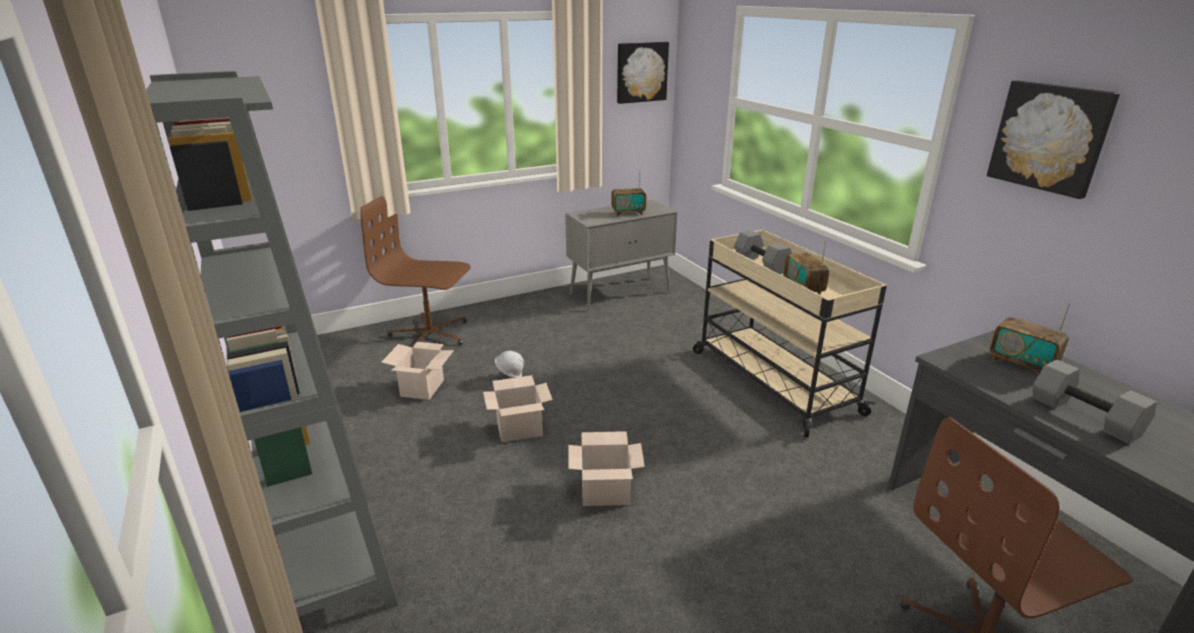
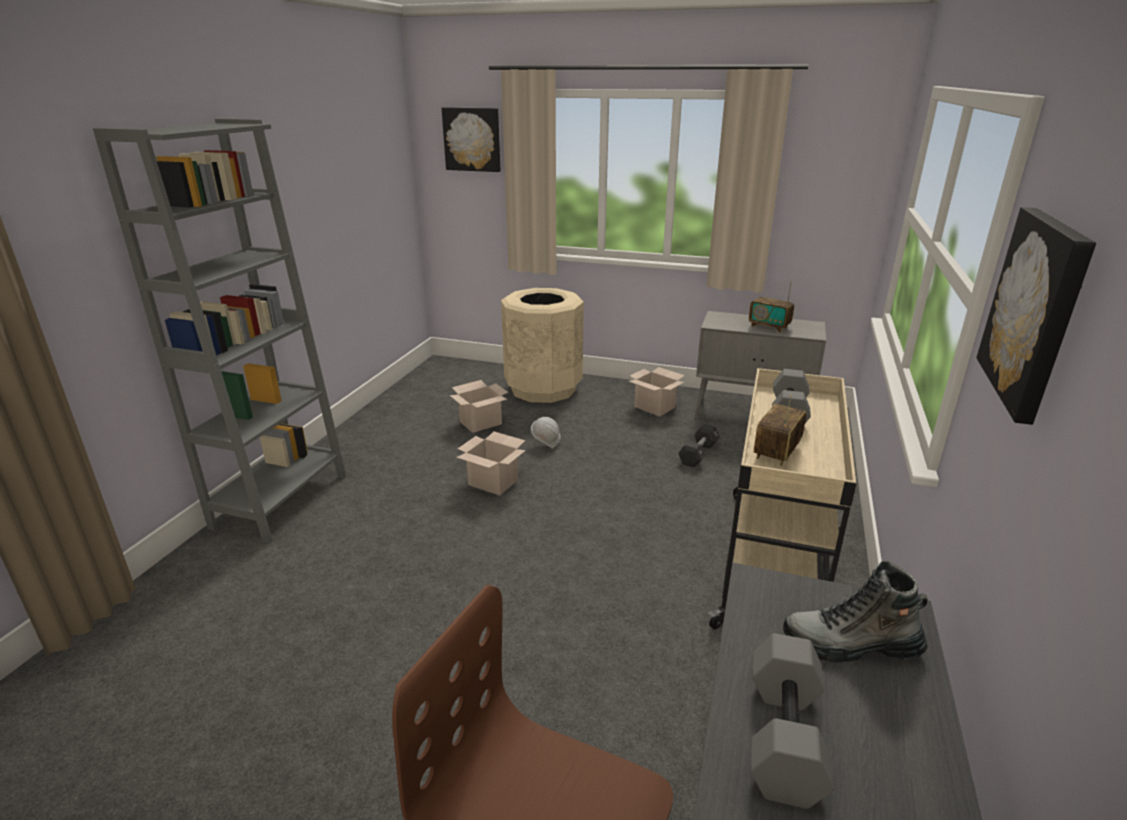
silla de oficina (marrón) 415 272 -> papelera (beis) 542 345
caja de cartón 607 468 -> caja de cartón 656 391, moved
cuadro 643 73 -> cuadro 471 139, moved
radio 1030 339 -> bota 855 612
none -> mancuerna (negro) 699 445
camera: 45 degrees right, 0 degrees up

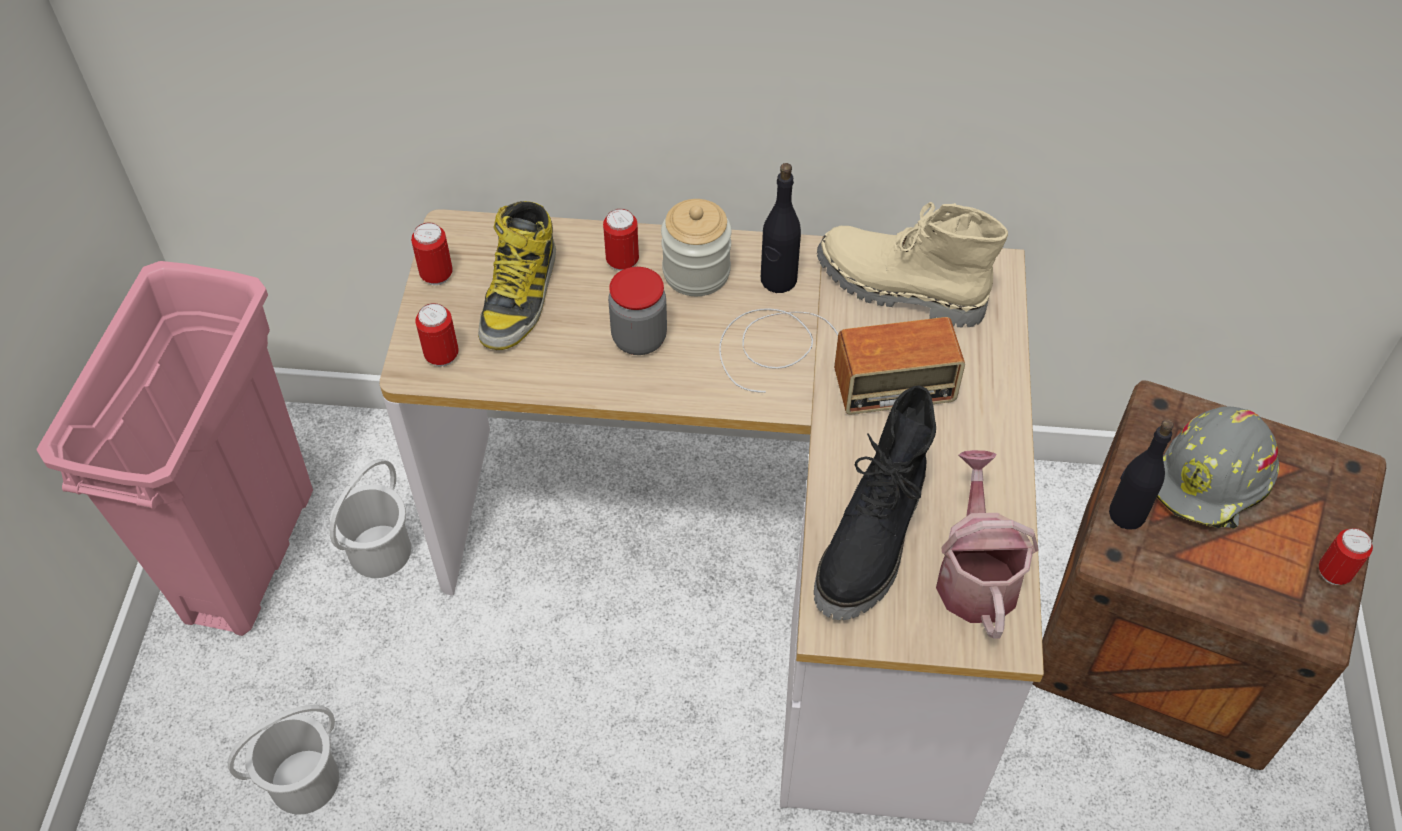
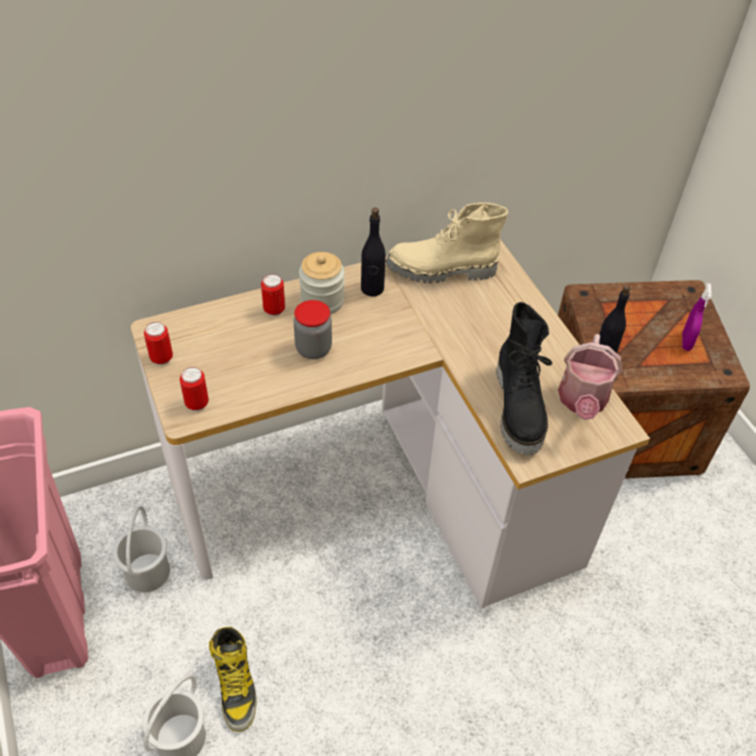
bota 517 275 -> bota 233 679, moved
radio 842 361 -> none
regadera 987 544 -> regadera 590 377, 135 degrees counterclockwise
casco (gris) 1218 467 -> none
lata 1346 556 -> none
none -> pulverizador (morado) 697 317
camera: 30 degrees left, 5 degrees down

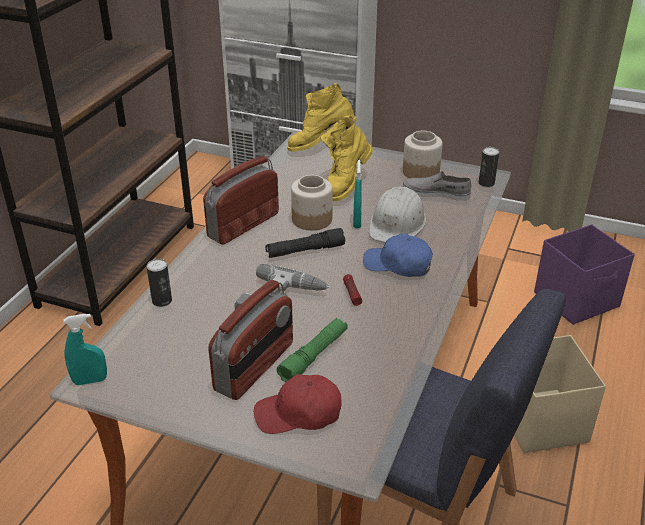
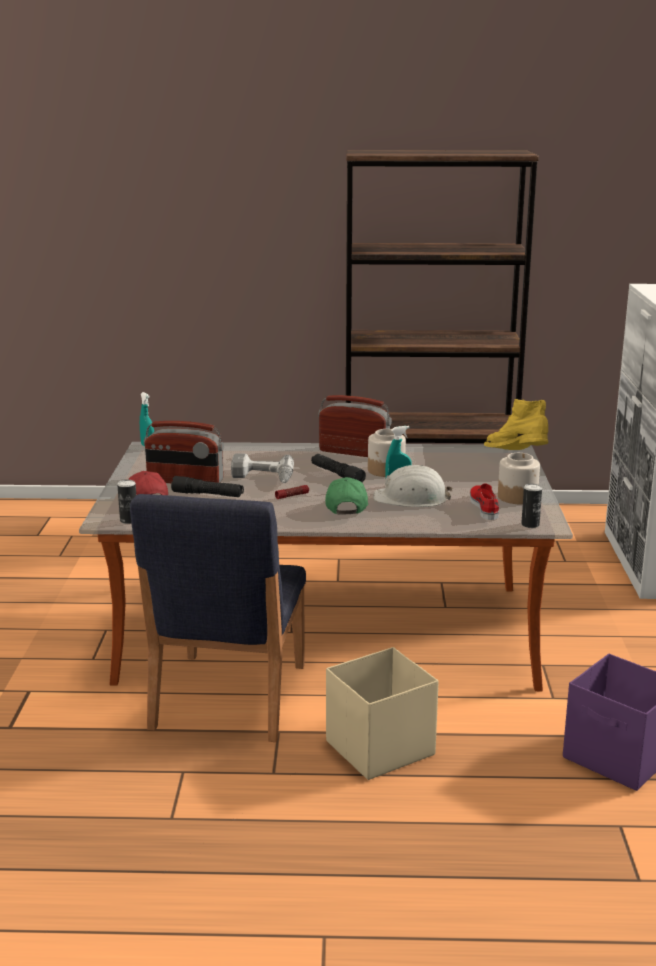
lata 159 283 -> lata 126 502, moved
linterna (verde) 312 350 -> linterna (negro) 207 486
bota (amarillo) 347 158 -> none
gorra (azul) 398 255 -> gorra (verde) 346 496
zapato (gris) 437 185 -> zapato (rojo) 484 501
camera: 70 degrees right, 15 degrees down

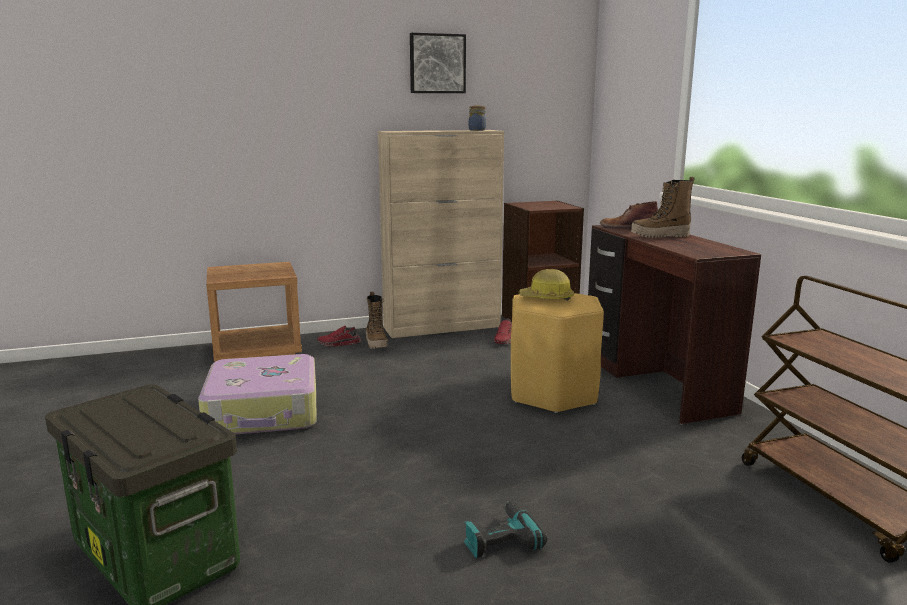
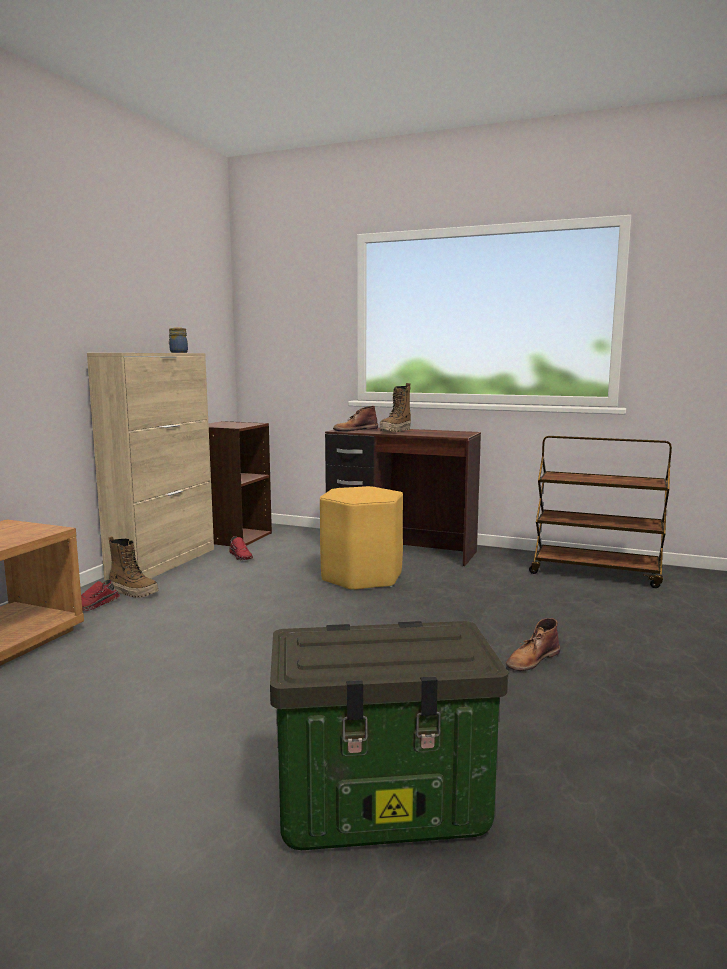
maleta 257 394 -> none
cuadro 438 63 -> none
taladro 505 529 -> bota (marrón) 533 644
casco 546 285 -> none
camera: 50 degrees left, 5 degrees down

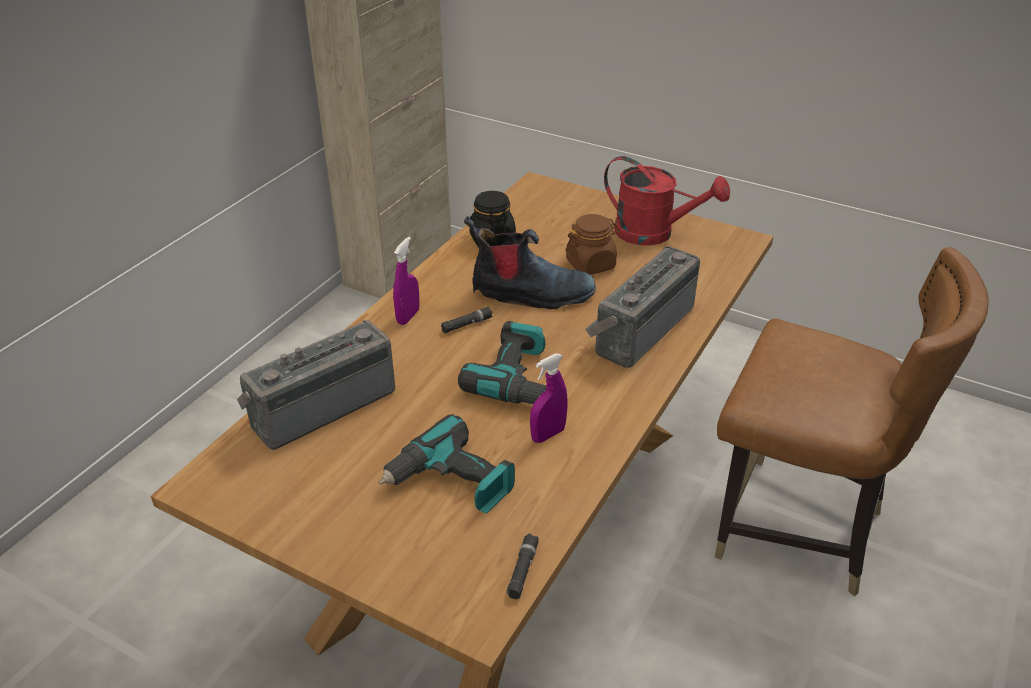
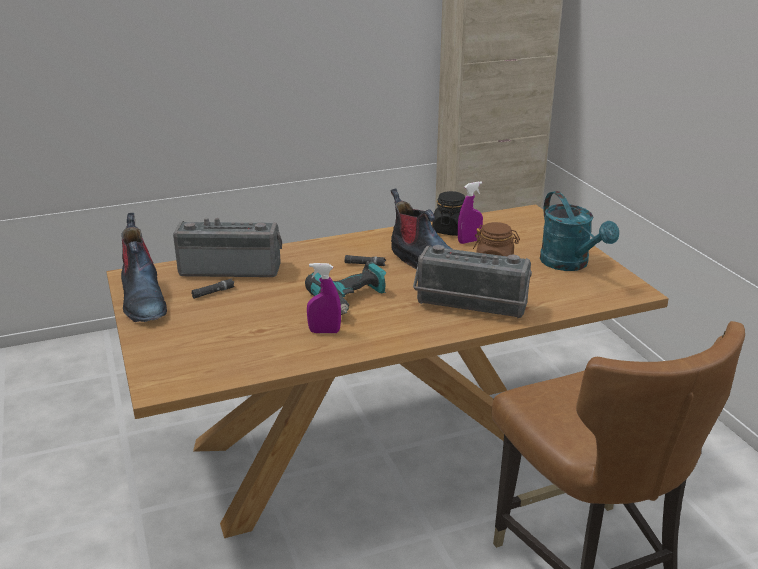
taladro 447 464 -> none
pulverizador (morado) 406 281 -> pulverizador (morado) 470 212, moved
linterna (negro) 522 566 -> linterna (negro) 213 288, moved
radio 642 307 -> radio 472 281, 150 degrees counterclockwise
regadera (rojo) 667 201 -> regadera (turquesa) 579 231
none -> bota 144 267
camera: 40 degrees right, 10 degrees down

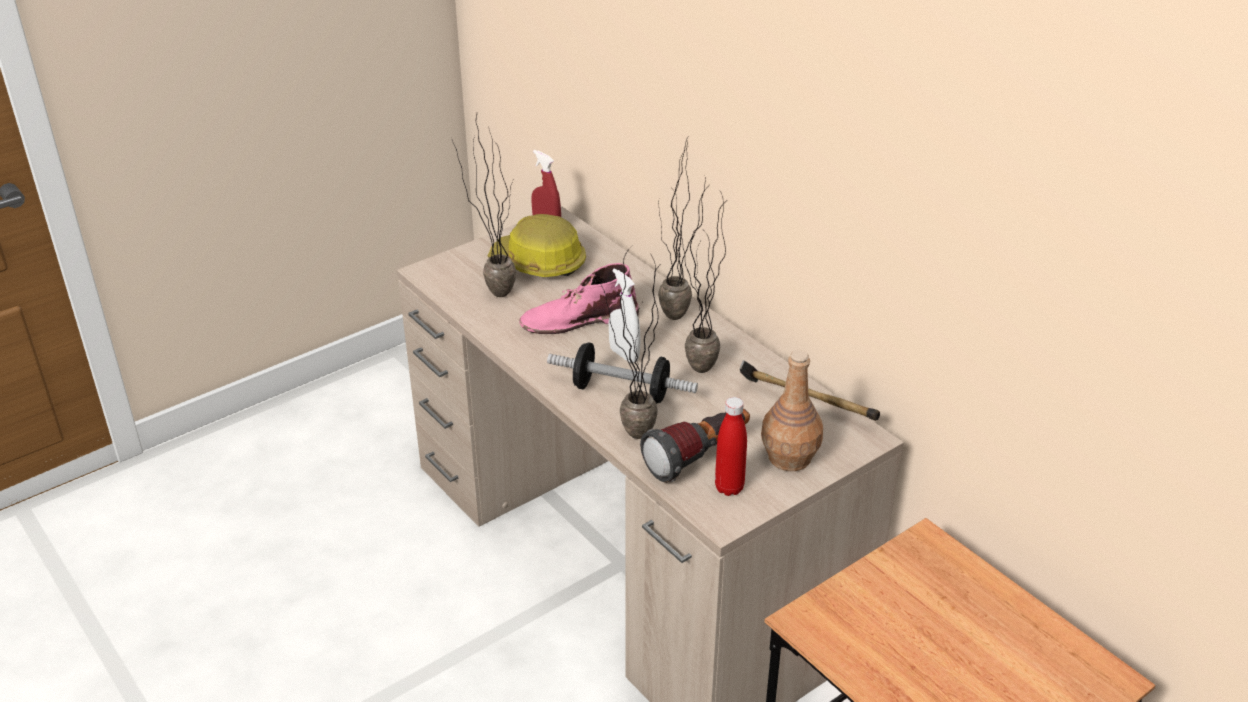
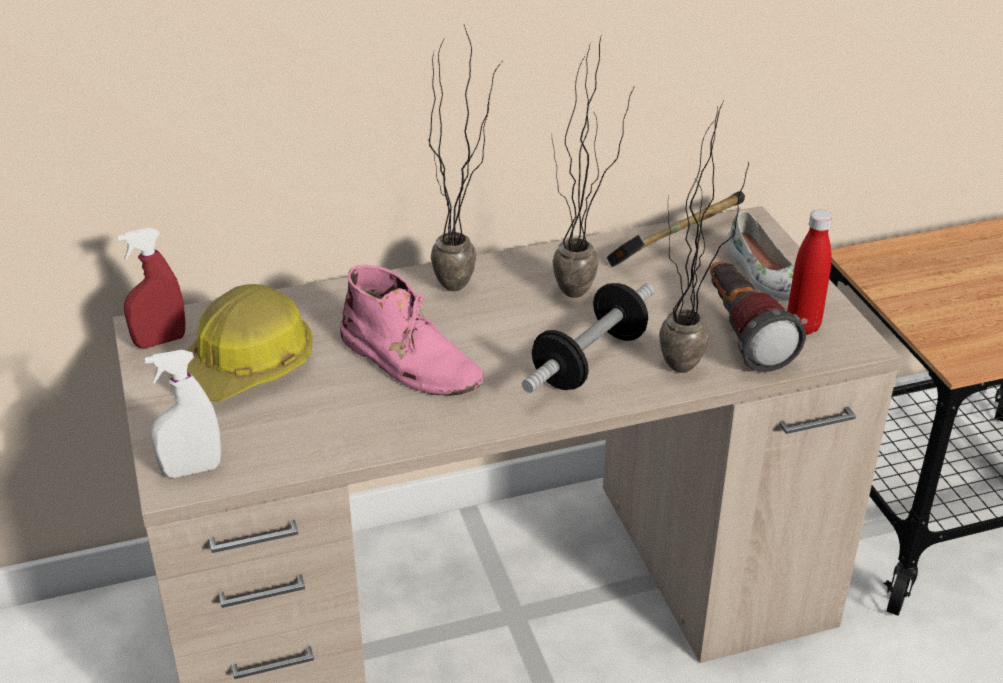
planta en maceta 484 206 -> none
bota (rosa) 579 298 -> bota (rosa) 412 330, 60 degrees counterclockwise
pulverizador (blanco) 625 315 -> pulverizador (blanco) 183 414, moved
botella (marrón) 792 410 -> zapato (blanco) 760 255
camera: 70 degrees left, 0 degrees up

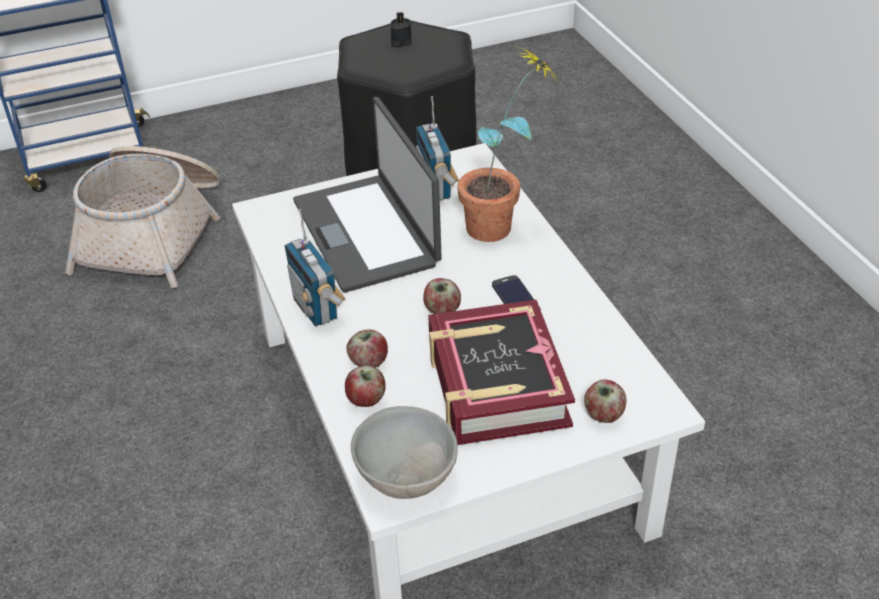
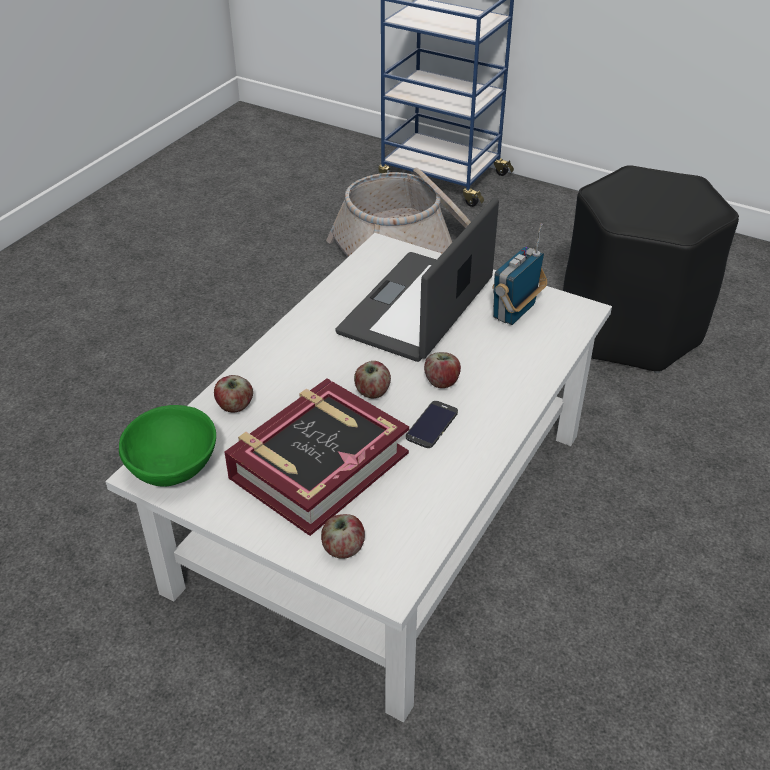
radio 315 267 -> none
manzana 367 349 -> manzana 442 370, moved
cuenco (gris) 404 452 -> cuenco (verde) 167 445
vela (negro) 401 30 -> none
planta en maceta 509 144 -> none
camera: 50 degrees right, 0 degrees up

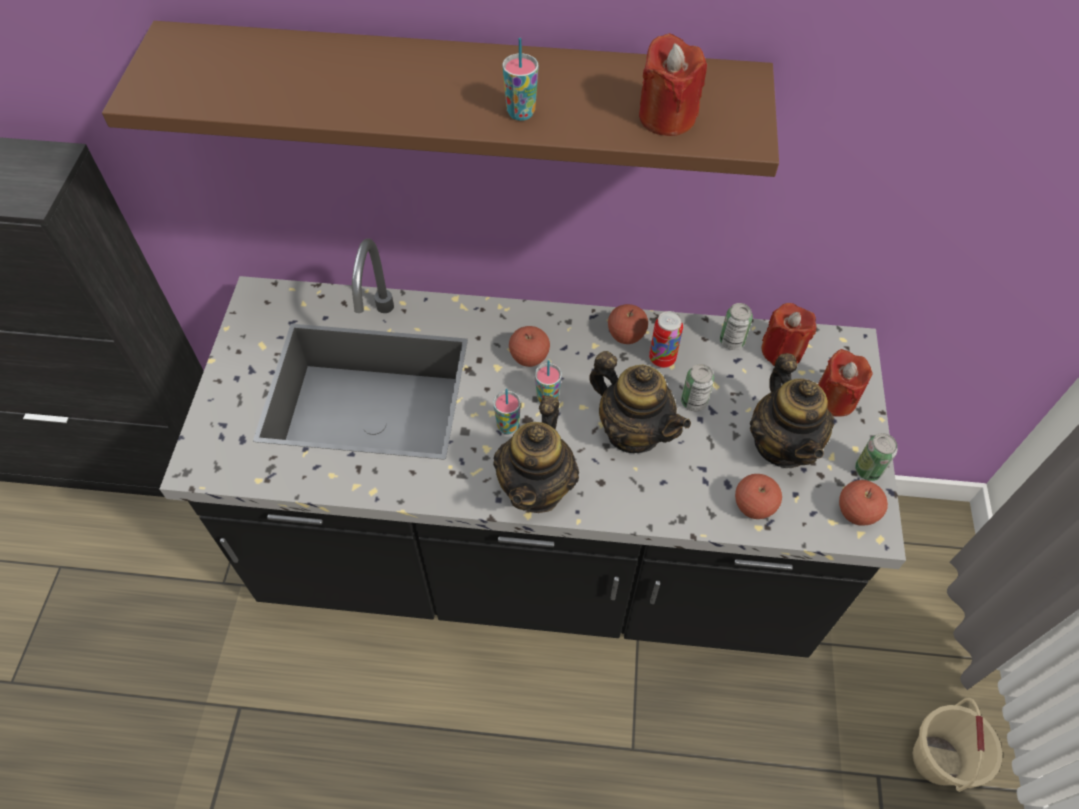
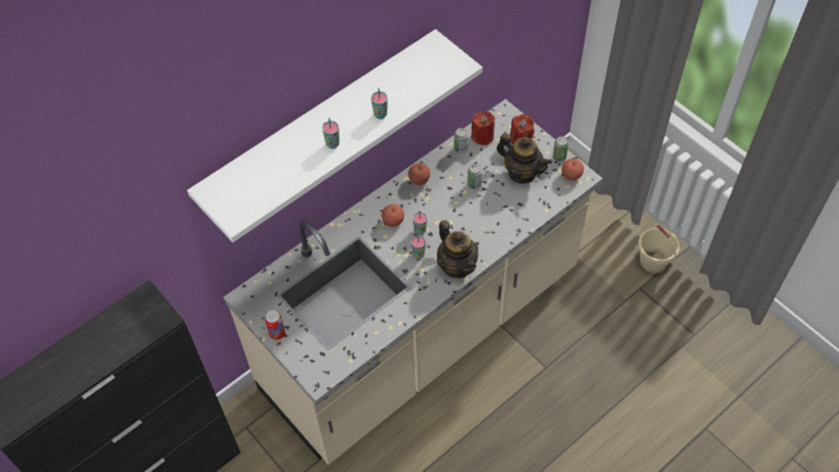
estante (marrón) 440 99 -> estante (blanco) 335 135
mueble bajo de cocina (negro) 533 448 -> mueble bajo de cocina (beis) 413 282
tetera 640 402 -> none
vela (rojo) 673 84 -> none
lata 666 339 -> lata 275 325, moved
manzana 758 496 -> none
none -> taza 331 133
camera: 45 degrees left, 0 degrees up

